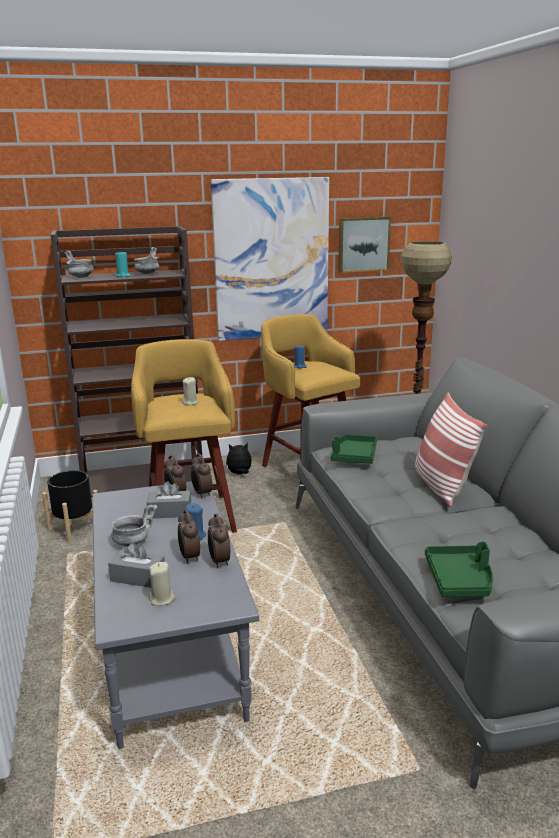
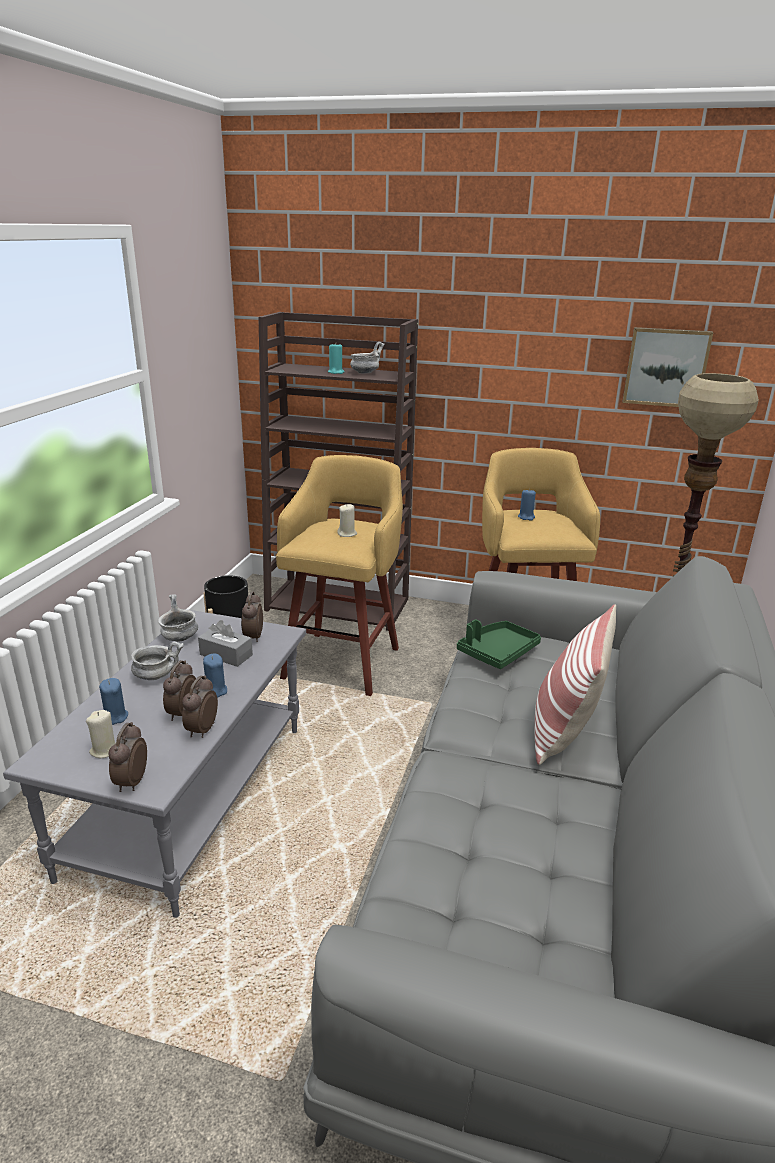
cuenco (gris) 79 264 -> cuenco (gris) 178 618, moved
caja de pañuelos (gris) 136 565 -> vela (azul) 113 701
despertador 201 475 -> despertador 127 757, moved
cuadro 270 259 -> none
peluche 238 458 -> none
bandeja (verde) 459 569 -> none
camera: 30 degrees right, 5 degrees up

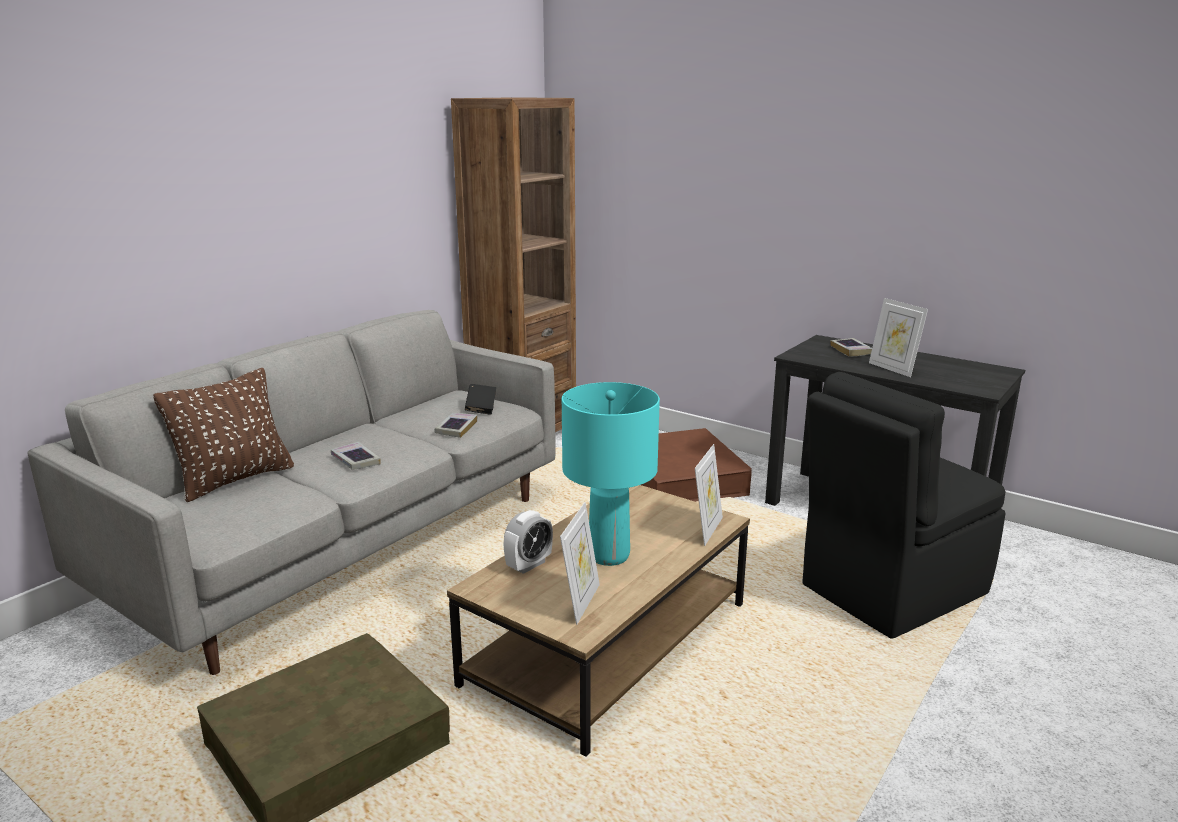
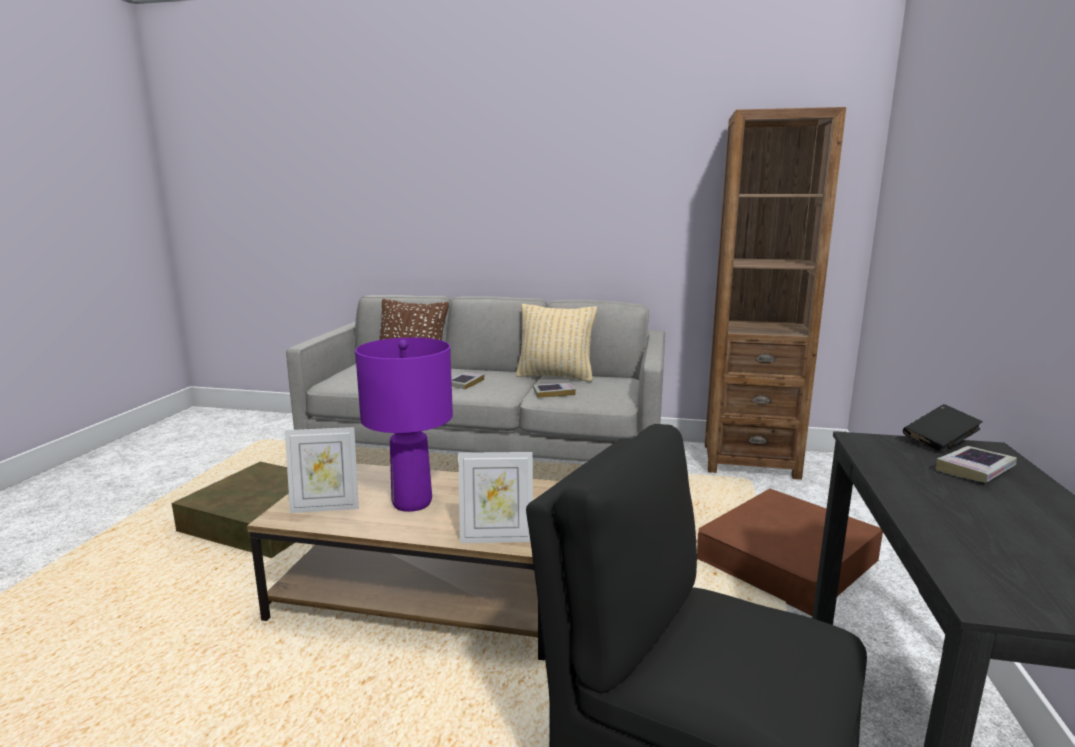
libro (negro) 480 399 -> libro (negro) 943 428, moved
despertador 528 542 -> none
lámpara de mesa (turquesa) 611 474 -> lámpara de mesa (morado) 404 425
portarretratos 898 337 -> none
none -> cojín (beis) 556 343
camera: 65 degrees right, 5 degrees down

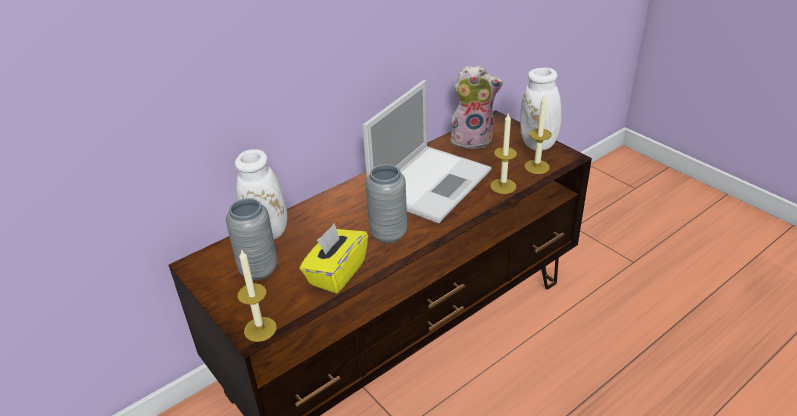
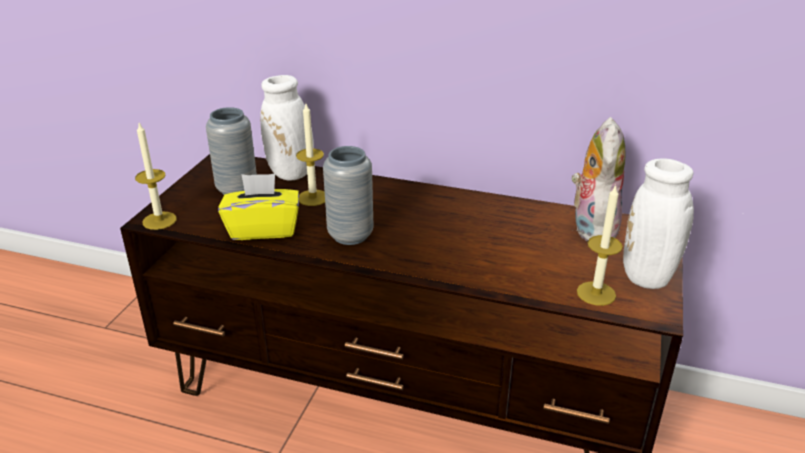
portátil 427 151 -> none
peluche 477 107 -> peluche 599 179, 135 degrees counterclockwise
vela 503 153 -> vela 310 155, moved
camera: 55 degrees right, 5 degrees down

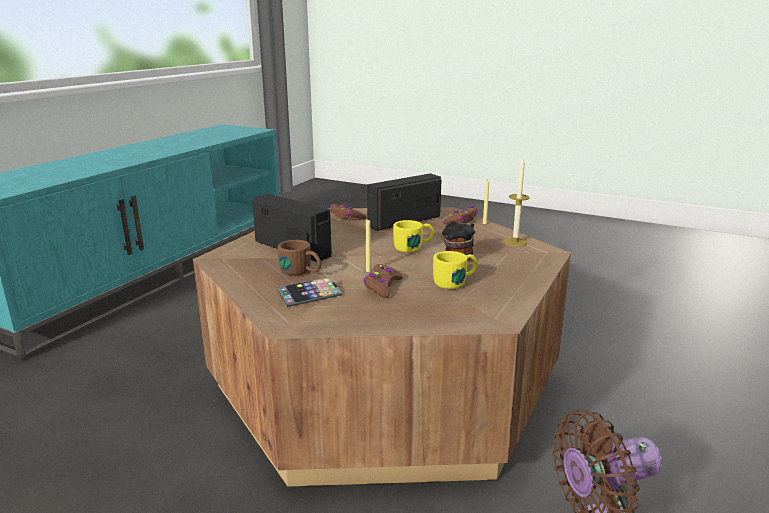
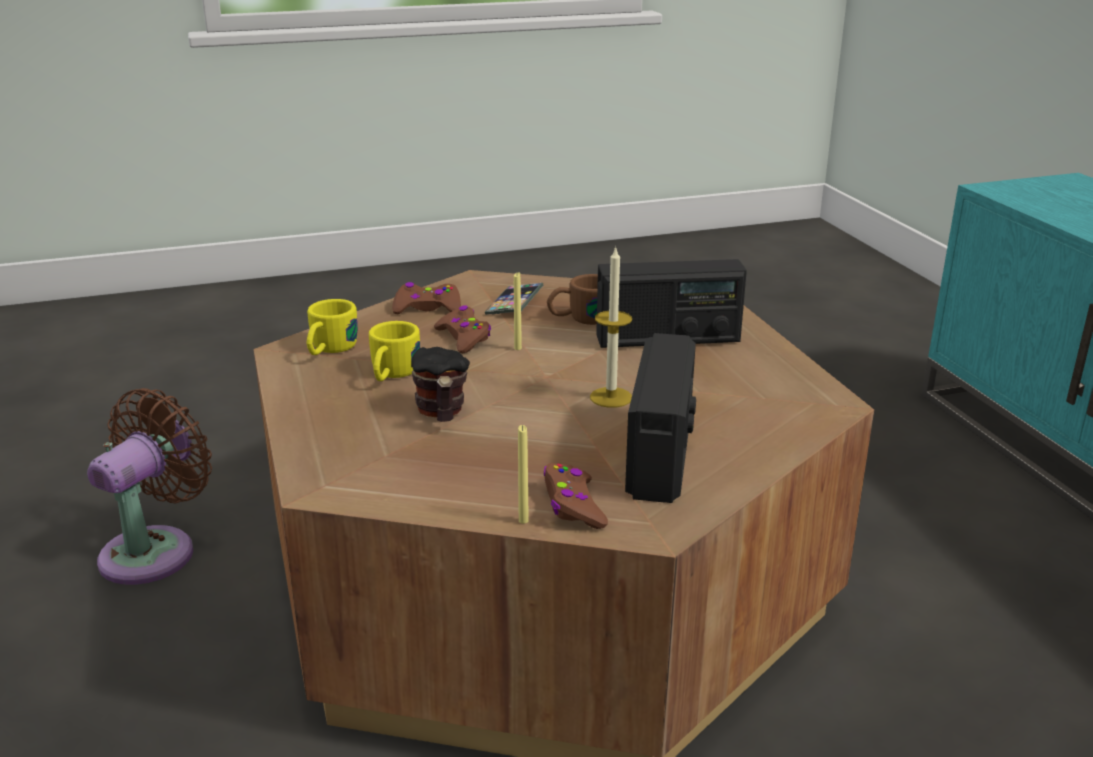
mando de consola (marrón) 347 212 -> mando de consola (marrón) 426 298, moved
taza grande (amarillo) 413 236 -> taza grande (amarillo) 332 327, moved
vela 517 201 -> vela 611 327, moved
camera: 135 degrees right, 5 degrees up

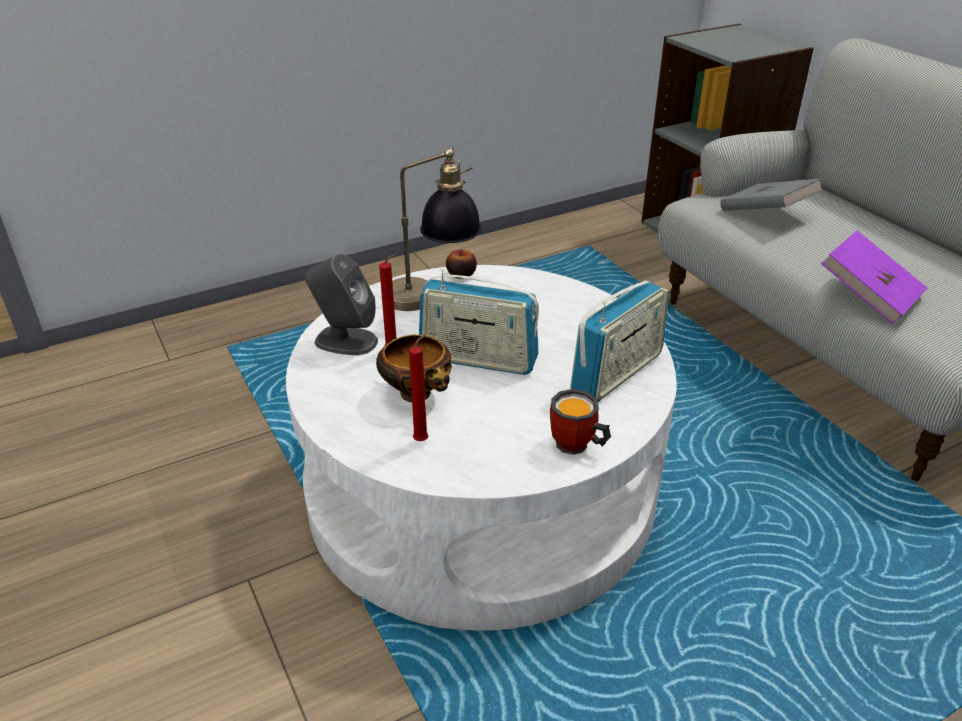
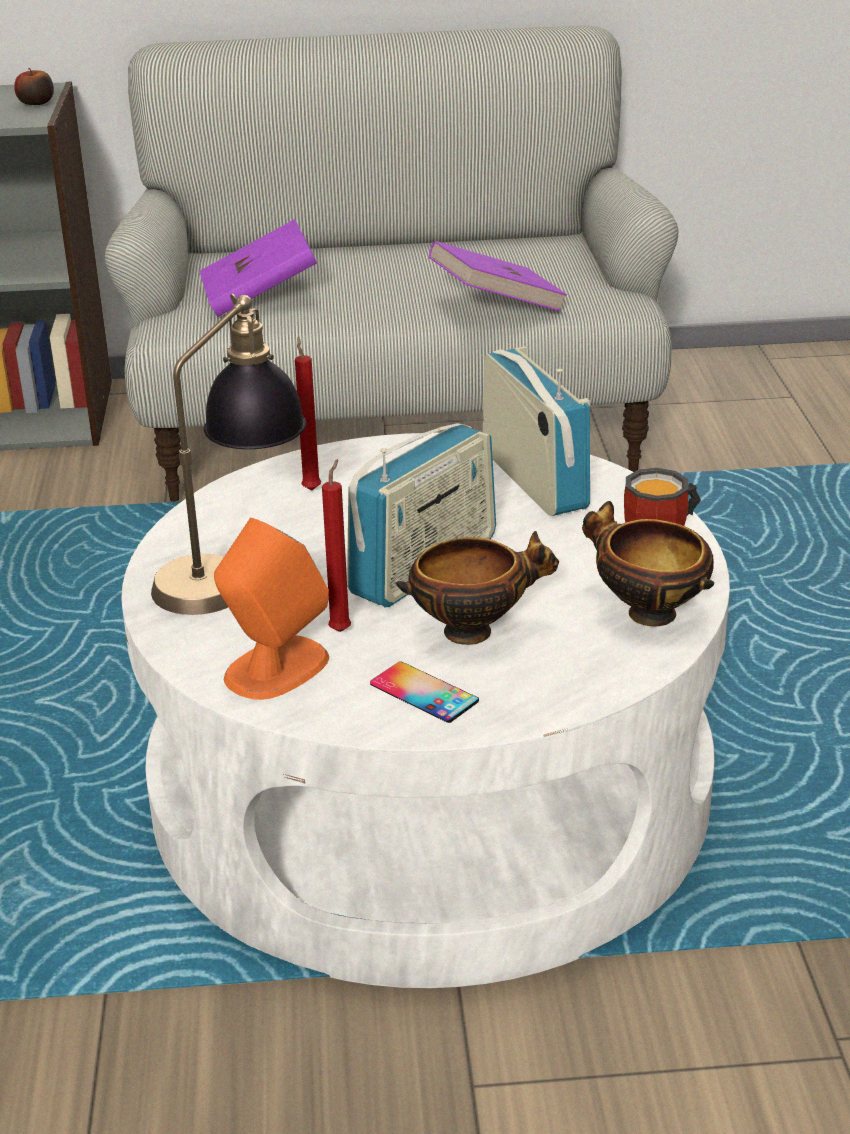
altavoz (gris) 341 304 -> altavoz (naranja) 271 609
vela (rojo) 419 387 -> vela (rojo) 308 413, moved
manzana 461 264 -> manzana 34 86, moved
libro (gris) 771 194 -> libro (morado) 258 268
none -> móvil 424 692
none -> cuenco 648 564
camera: 65 degrees left, 5 degrees down

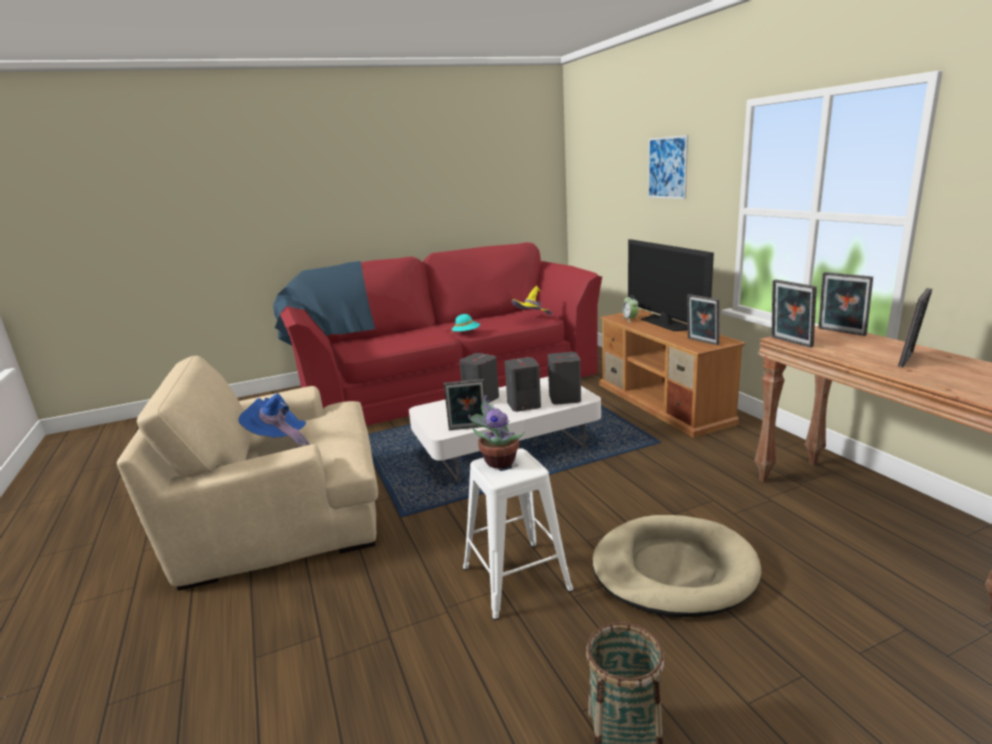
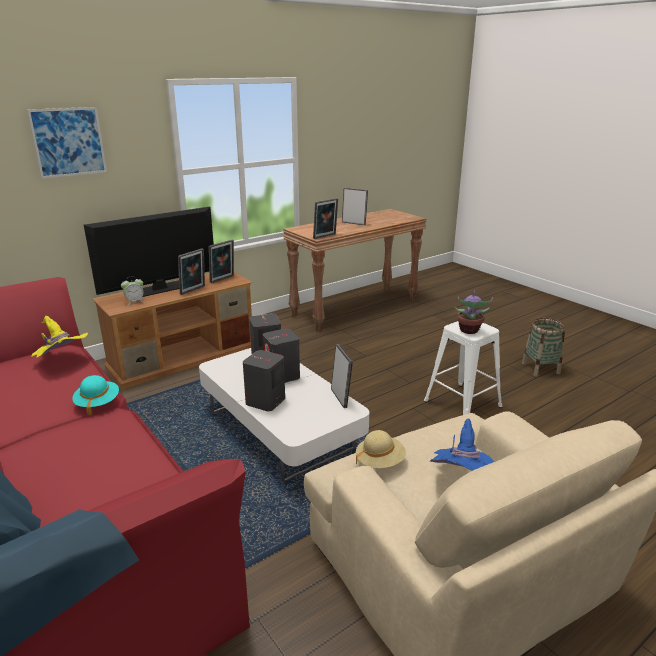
cama para perro (beis) 676 566 -> none
portarretratos 845 304 -> portarretratos 191 271, moved
none -> sombrero (beis) 381 449
camera: 105 degrees left, 5 degrees up

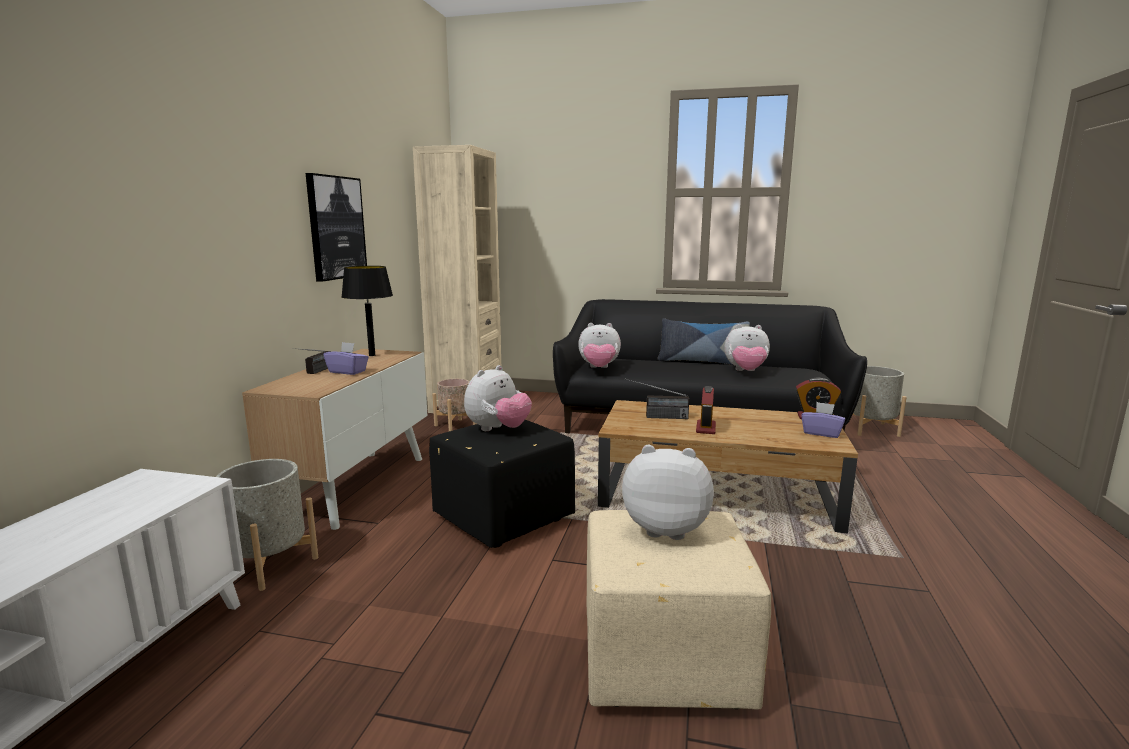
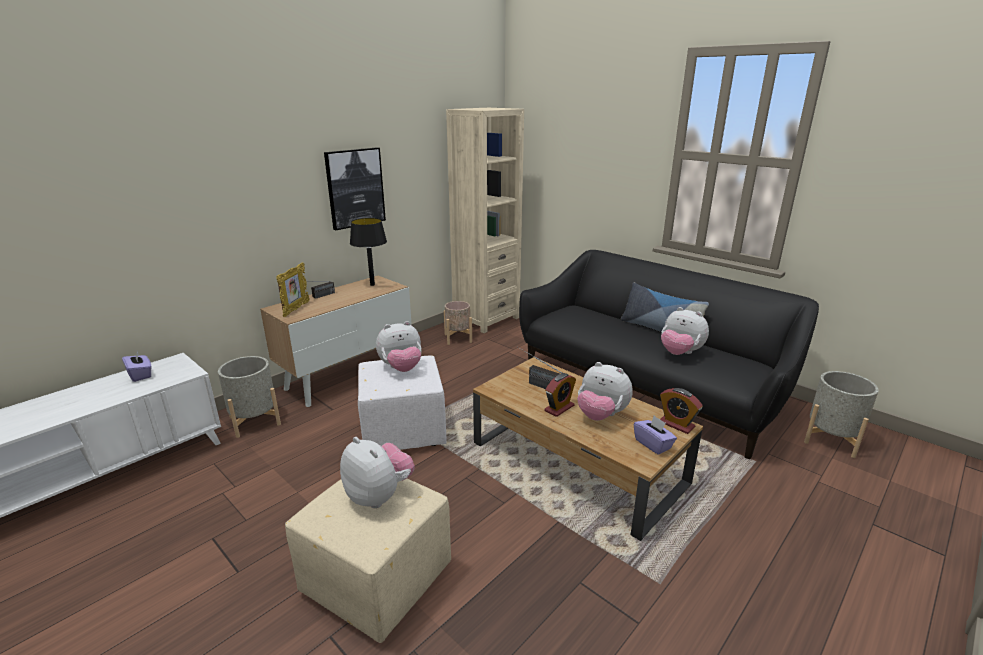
caja de pañuelos (morado) 346 358 -> caja de pañuelos (morado) 137 366, moved
puf (negro) 502 484 -> puf (blanco) 402 402
peluche 599 345 -> peluche 605 391, moved
none -> portarretratos 293 290
camera: 30 degrees right, 10 degrees up

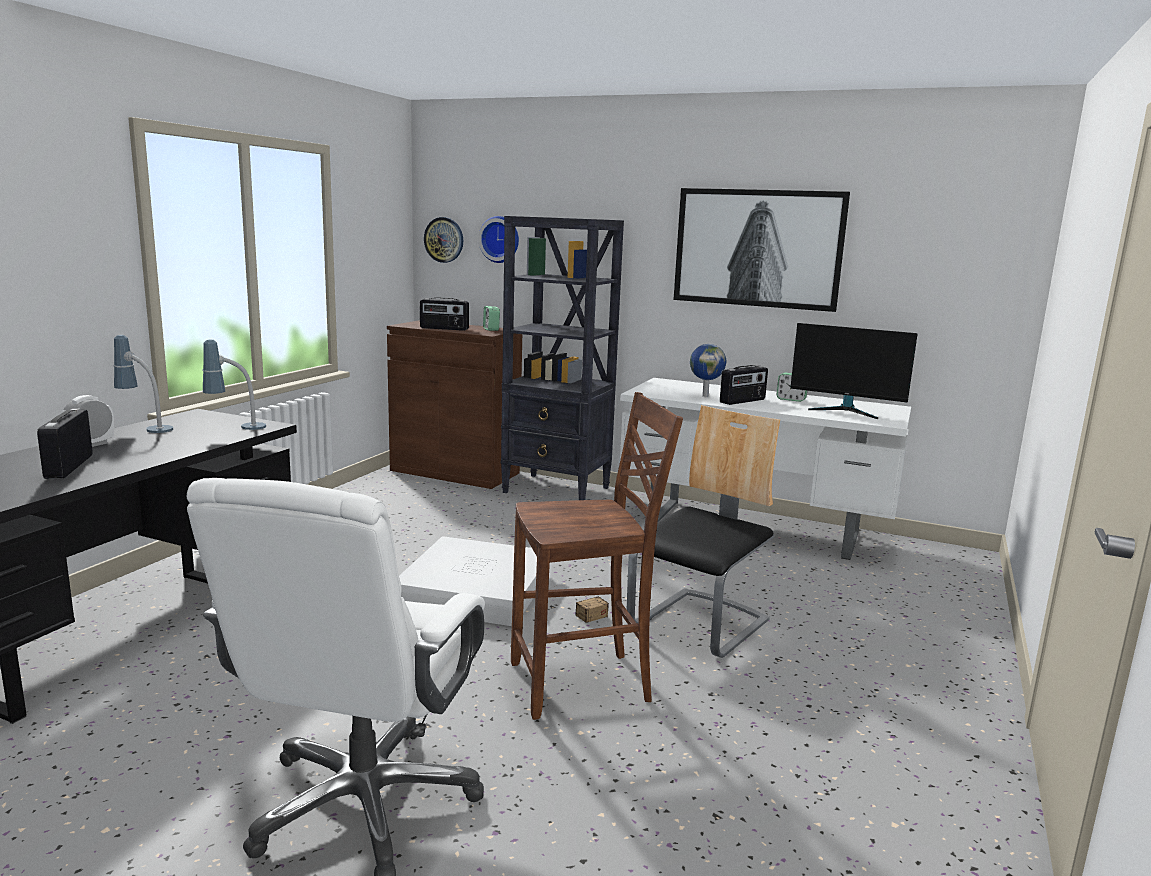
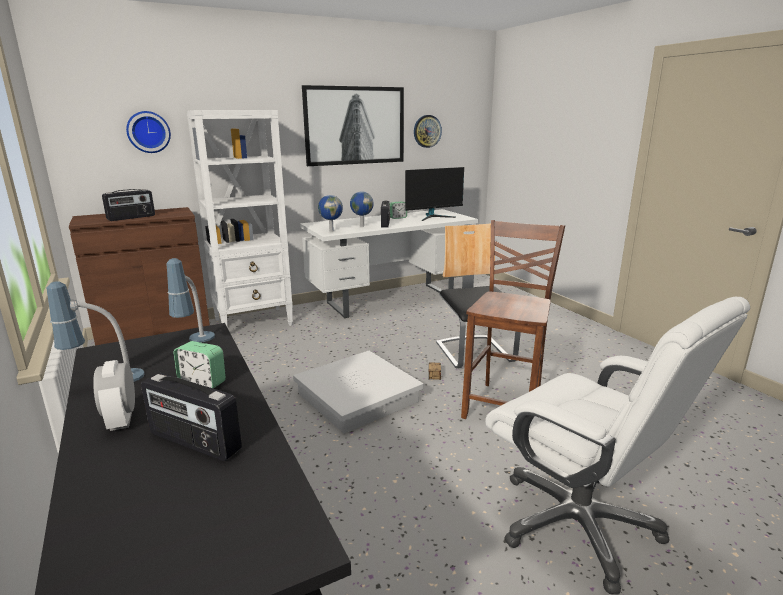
reloj de pared 443 240 -> reloj de pared 428 131, moved
despertador 491 318 -> despertador 200 364, moved
estantería (negro) 562 358 -> estantería (blanco) 239 218
none -> globo terráqueo 330 213
camera: 50 degrees left, 5 degrees up

